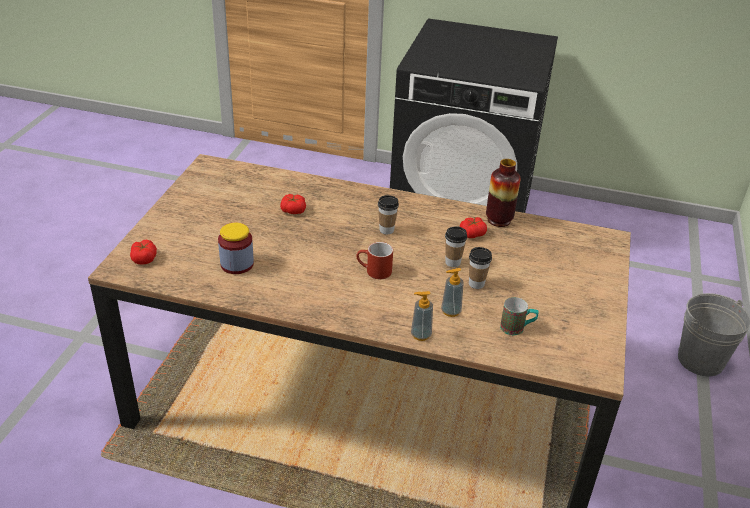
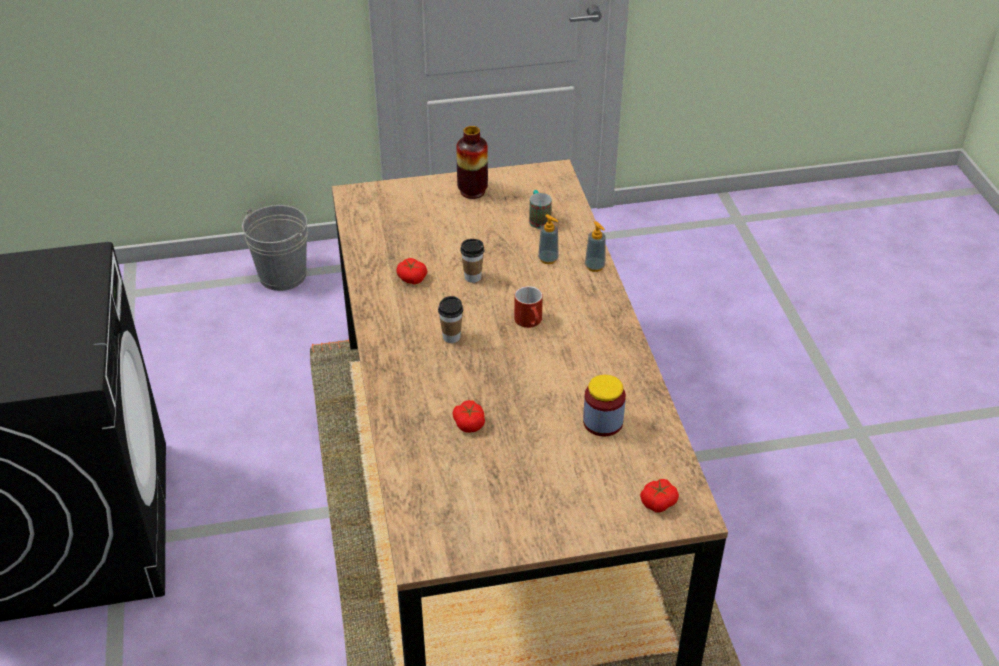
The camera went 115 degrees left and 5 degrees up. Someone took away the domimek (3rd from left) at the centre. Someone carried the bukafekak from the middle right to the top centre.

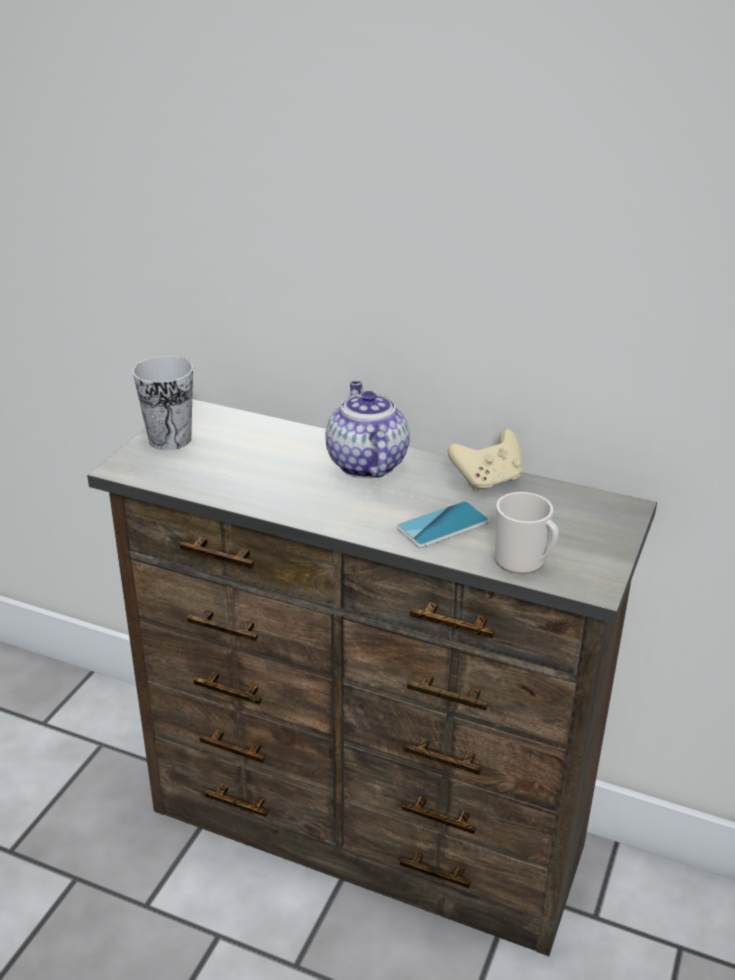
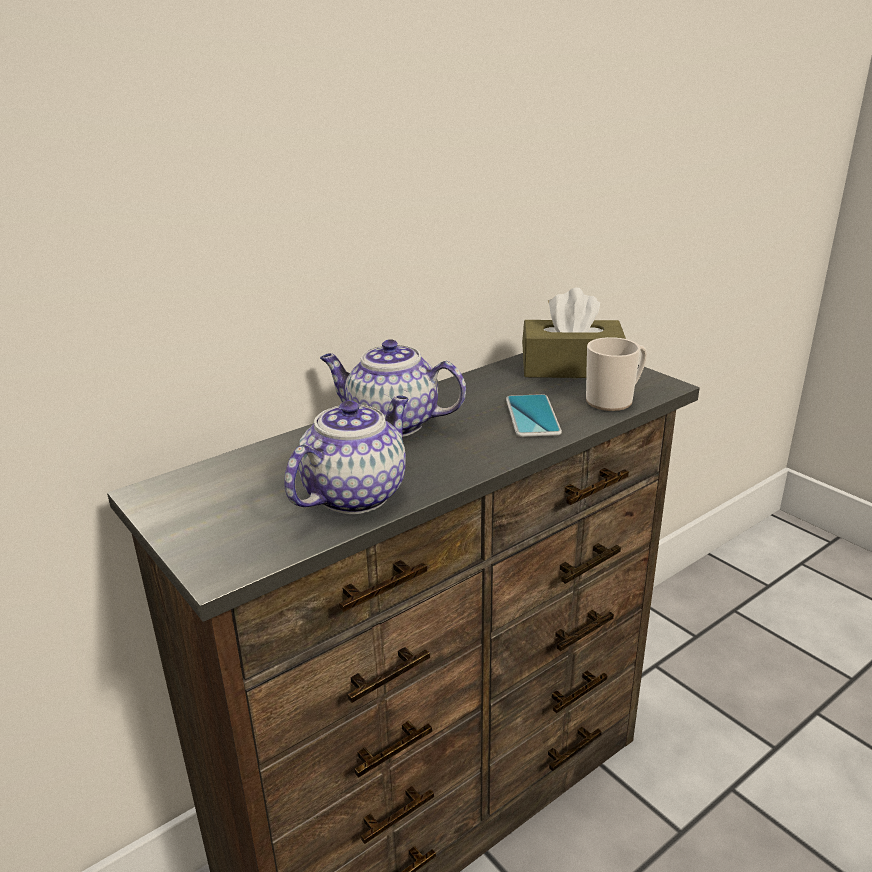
The camera went 60 degrees left and 5 degrees down. Someone took away the domimek at the middle left. Someone took away the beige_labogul at the centre. Someone put down the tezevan (1st from left) at the centre. Someone put down the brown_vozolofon at the centre.

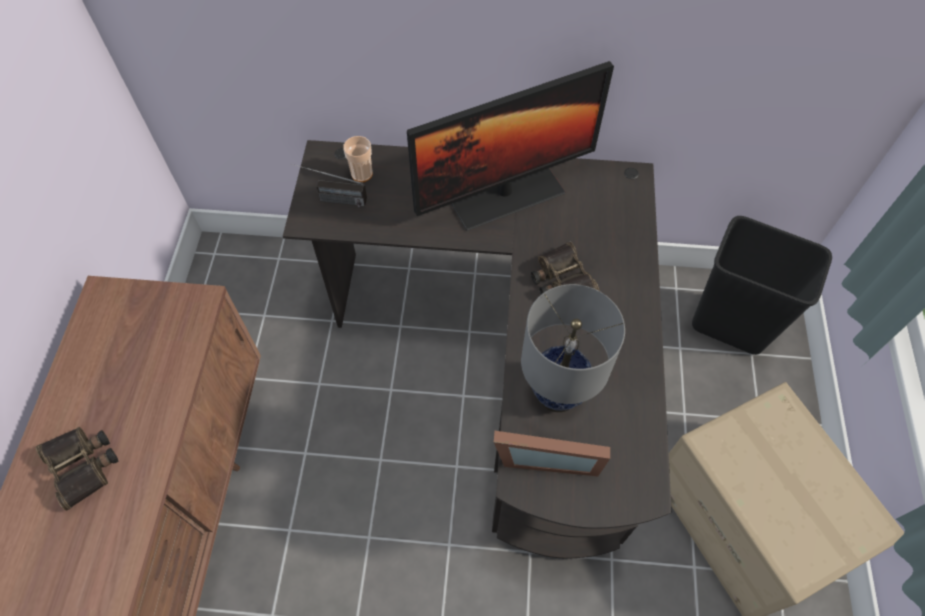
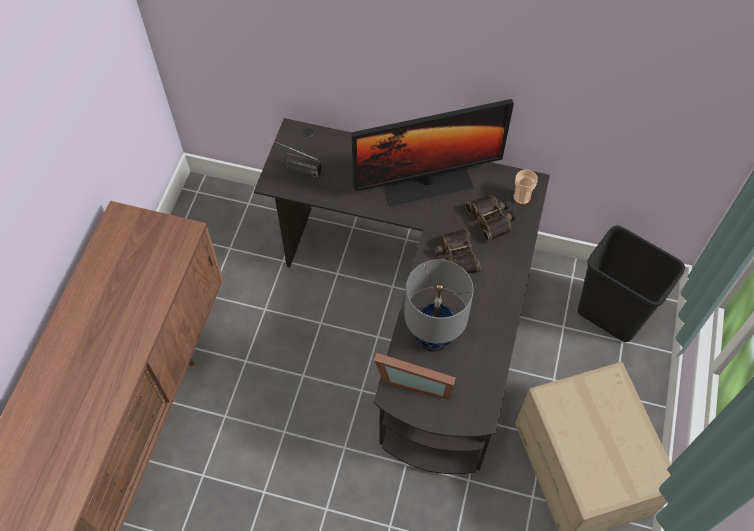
The camera went 10 degrees right and 0 degrees up. Someone carried the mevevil (1st from left in the first image) from the bottom left to the centre. Someone carried the domimek from the top centre to the middle right.

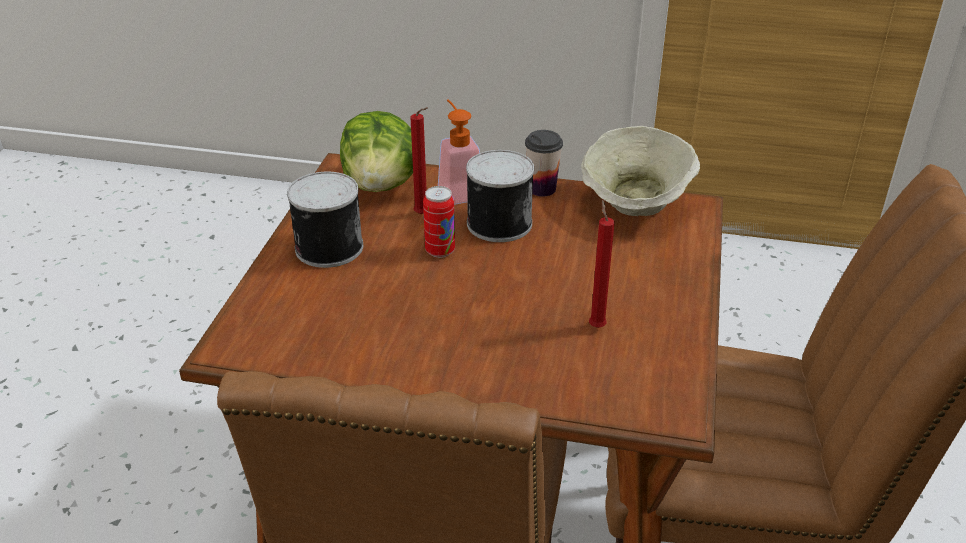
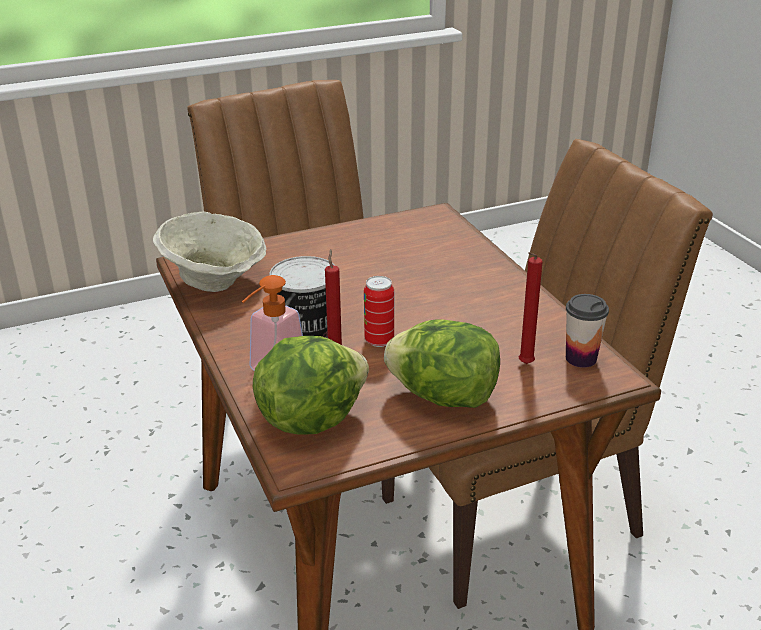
The camera went 125 degrees left and 5 degrees down. Someone swapped the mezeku (1st from left) at the centre for the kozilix (2nd from left) at the centre. Someone carried the domimek from the top centre to the middle right. Someone carried the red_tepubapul (2nd from left) from the centre to the middle right.

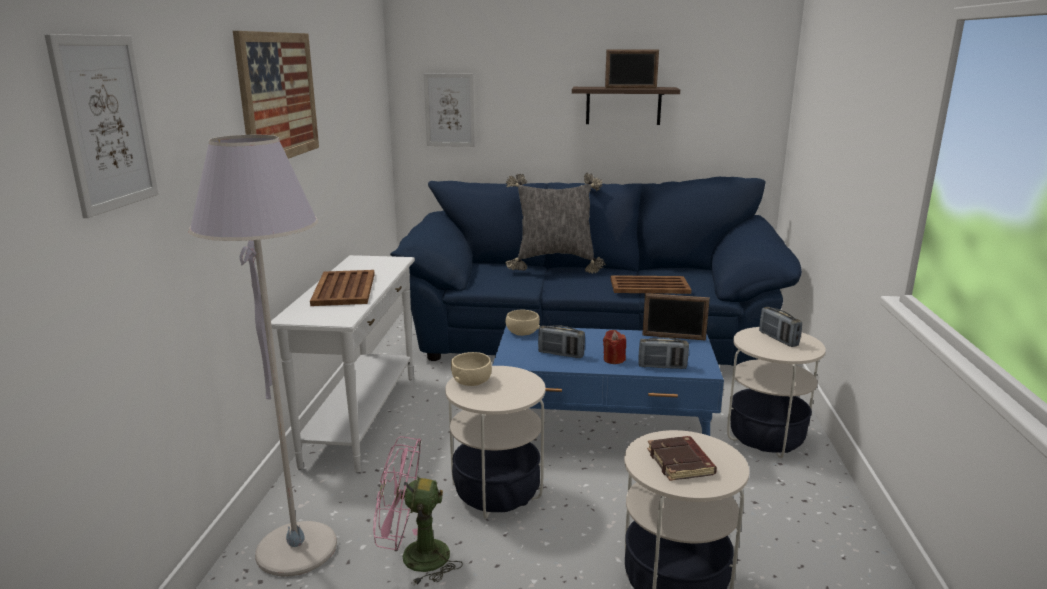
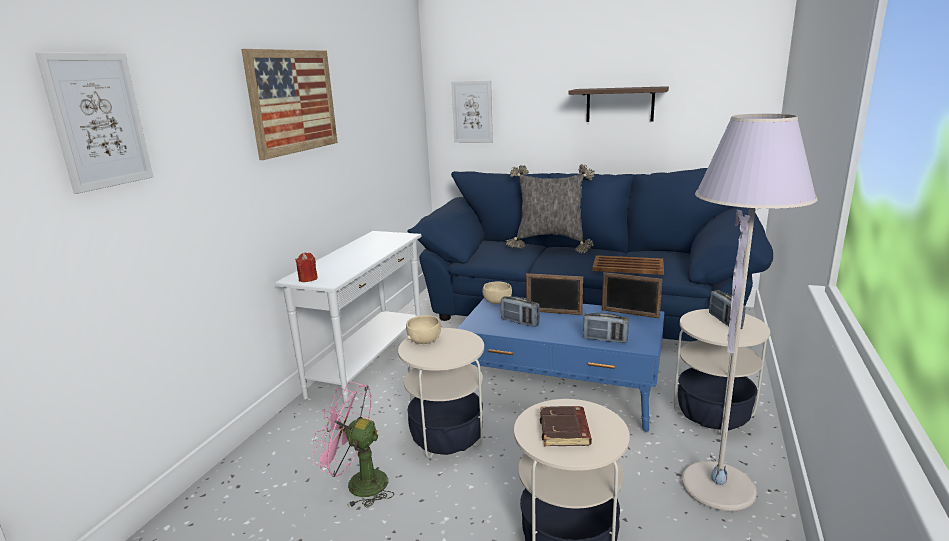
The camera went 15 degrees right and 0 degrees up. Someone carried the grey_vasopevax from the middle left to the middle right. Someone took away the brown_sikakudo (1st from left) at the middle left. Someone carried the red_tepubapul from the centre to the middle left. Someone carried the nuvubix (1st from left) from the top centre to the centre.

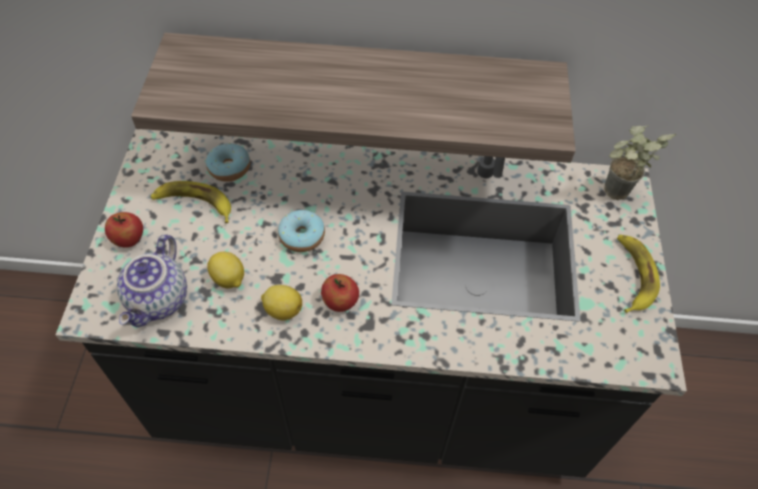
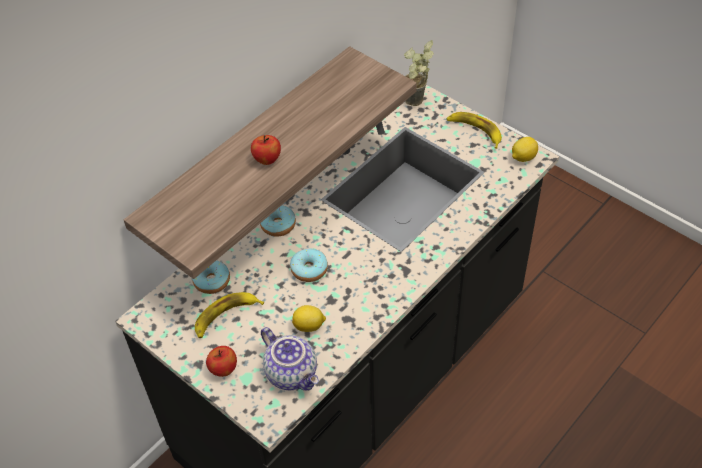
The camera went 50 degrees left and 5 degrees down. Someone carried the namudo (2nd from left) from the centre to the top right. Someone carried the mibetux (2nd from left) from the centre to the top centre. Someone put down the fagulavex (2nd from left) at the centre.

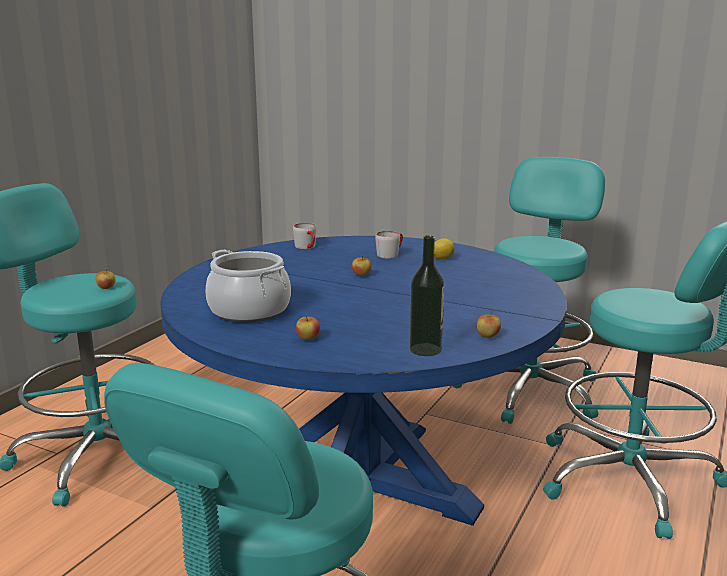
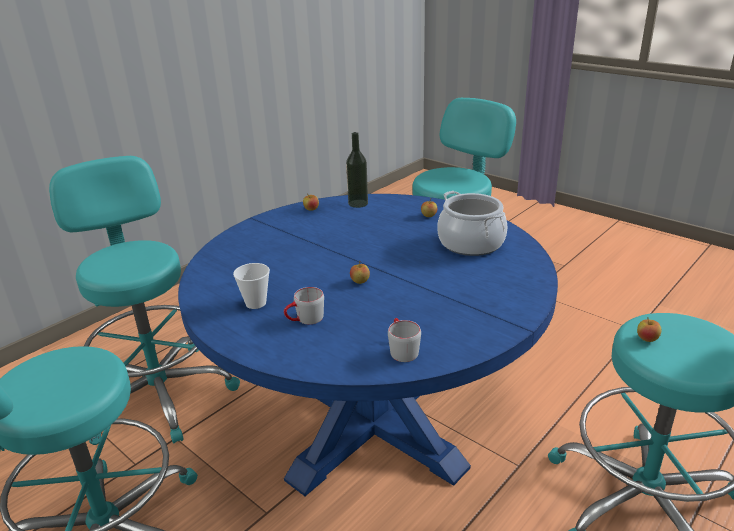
The camera went 165 degrees left and 10 degrees up. Someone swapped the namudo at the centre for the domimek at the centre.

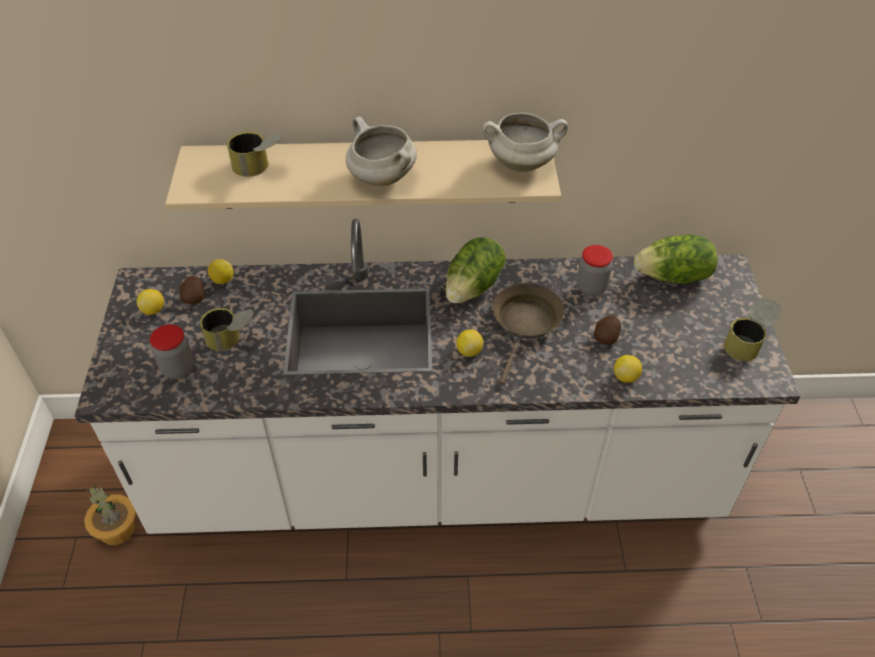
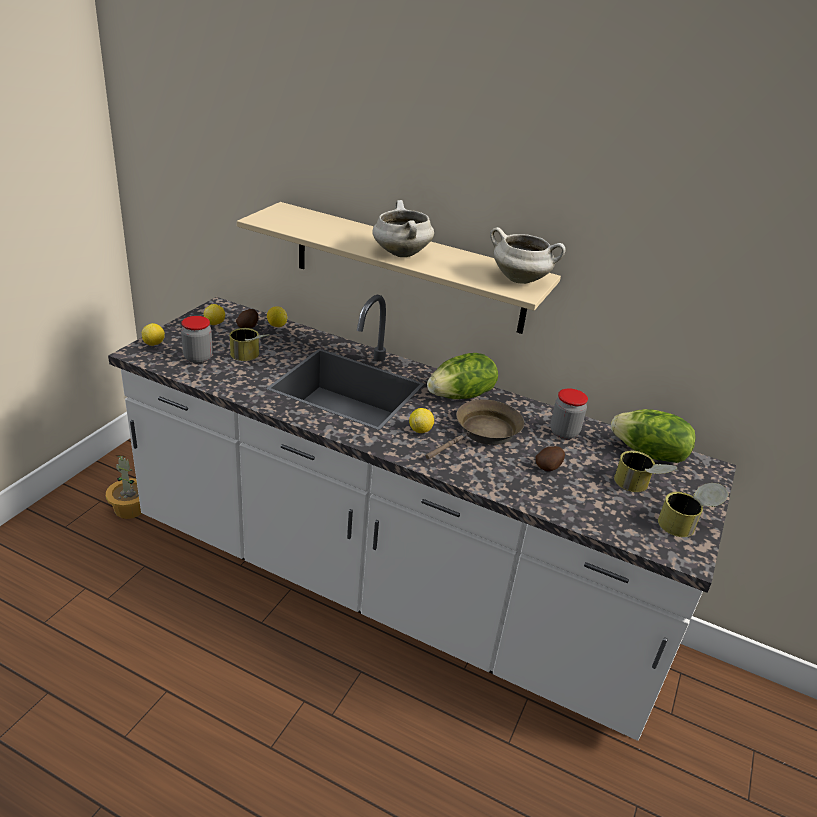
The camera went 25 degrees right and 15 degrees down. Someone carried the mezeku (2nd from left) from the top left to the middle right. Someone carried the namudo (4th from left in the first image) from the middle right to the middle left.

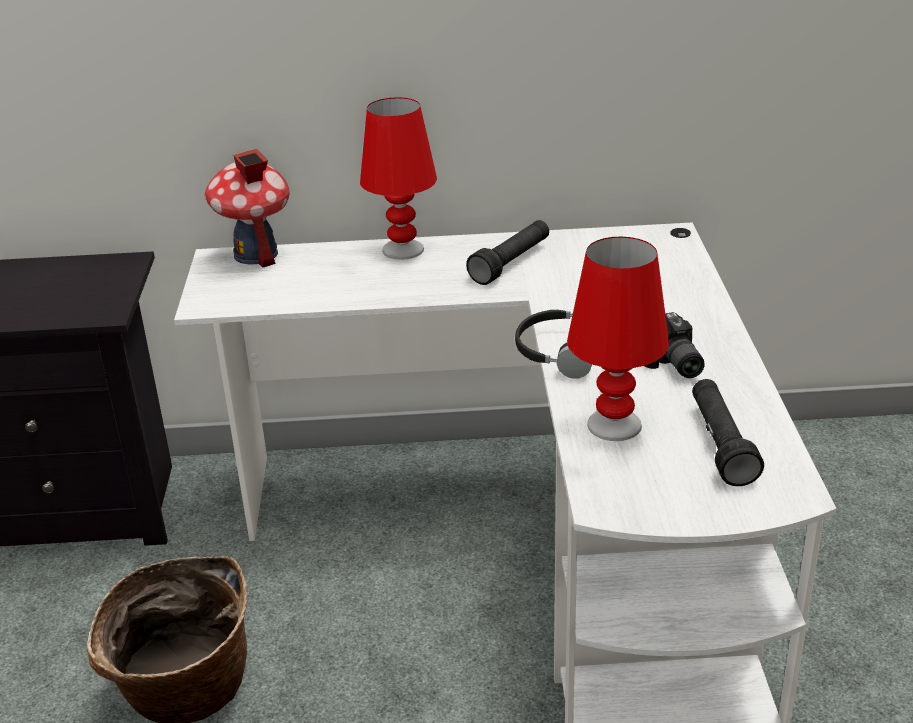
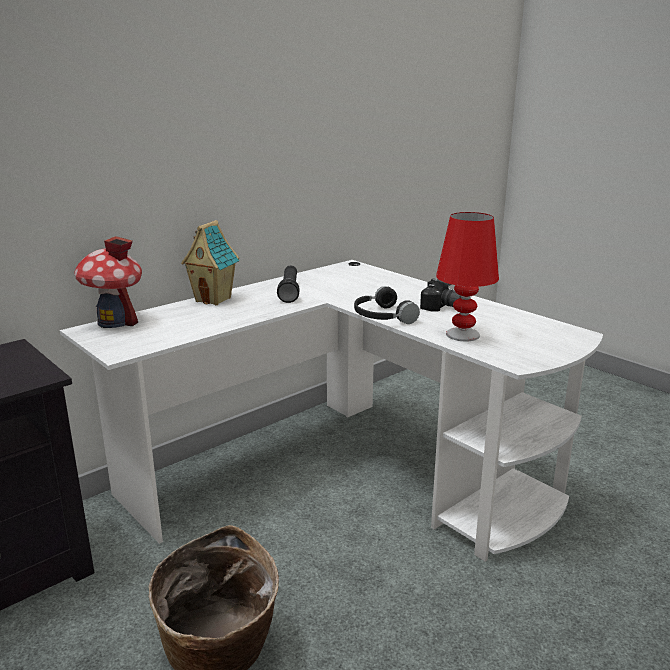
The camera went 40 degrees left and 10 degrees down. Someone swapped the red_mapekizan (1st from left) at the top centre for the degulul (2nd from left) at the middle left. Someone took away the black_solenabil (2nd from left) at the middle right.

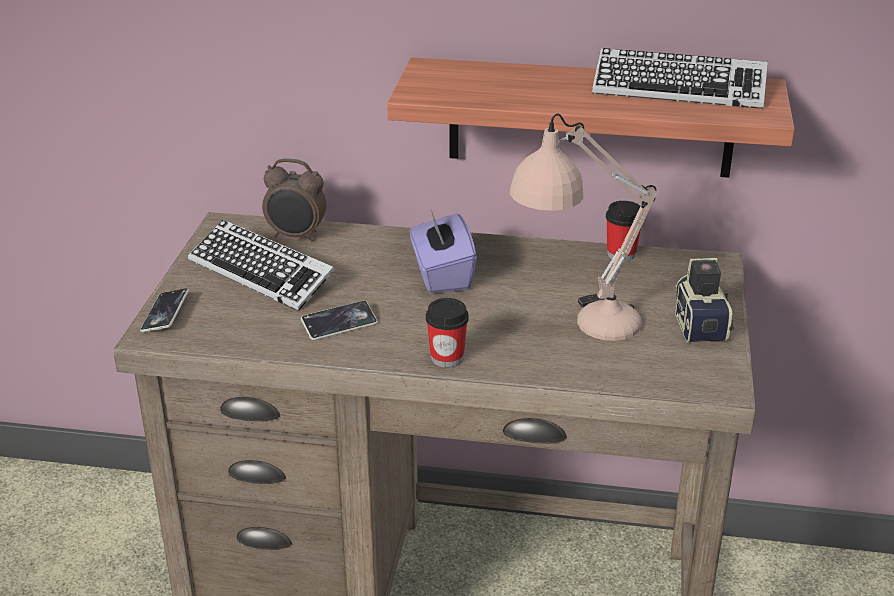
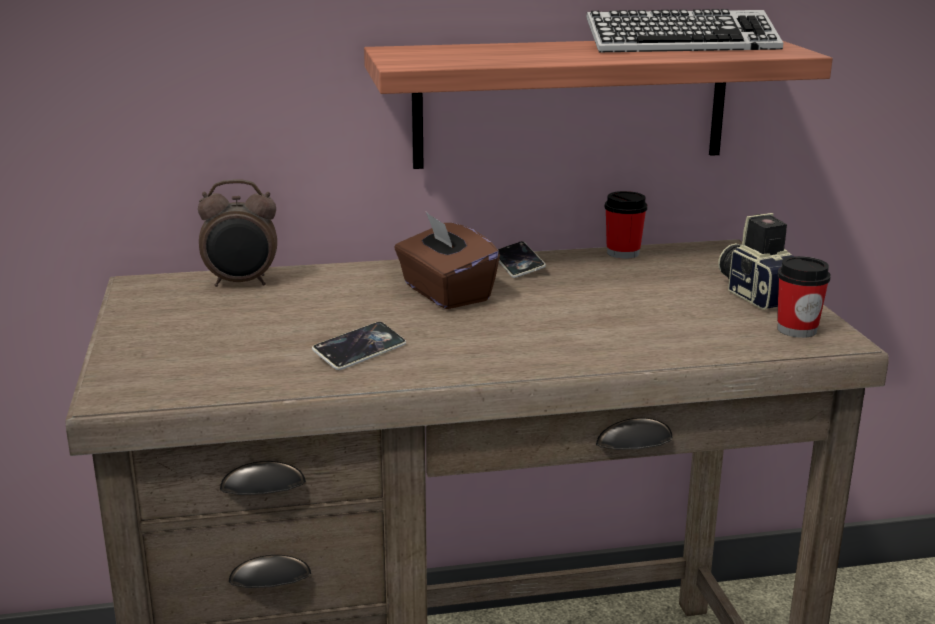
The camera went 20 degrees left and 10 degrees down. Someone carried the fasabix (1st from left in the first image) from the middle left to the centre. Someone took away the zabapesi (1st from left) at the middle left. Someone repainted the purple_vozolofon at the centre, which became the brown_vozolofon at the centre. Someone carried the domimek (1st from left in the first image) from the centre to the middle right. Someone took away the beige_mapekizan at the centre.

